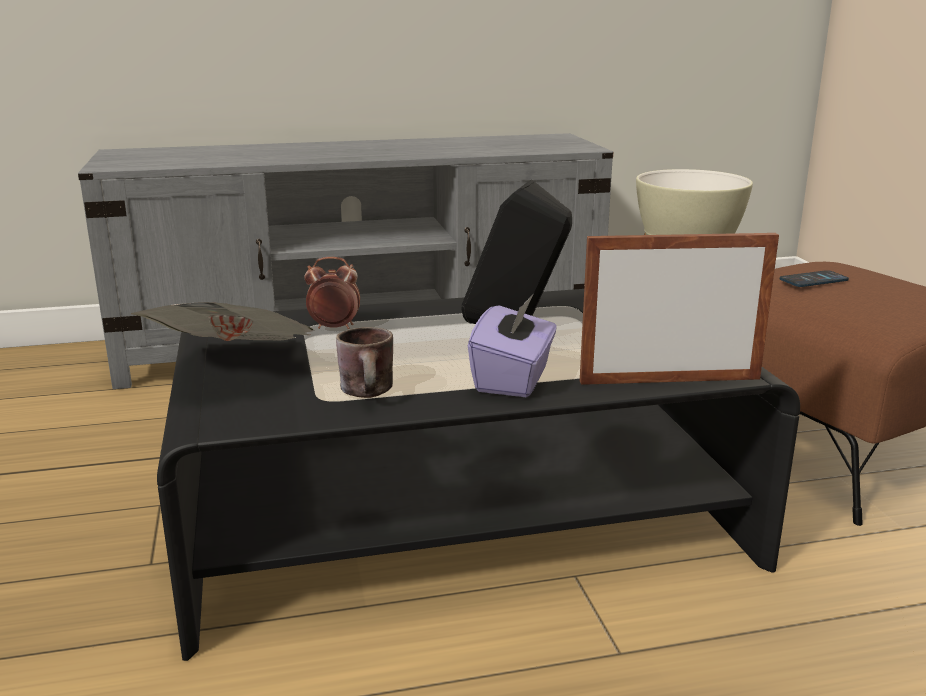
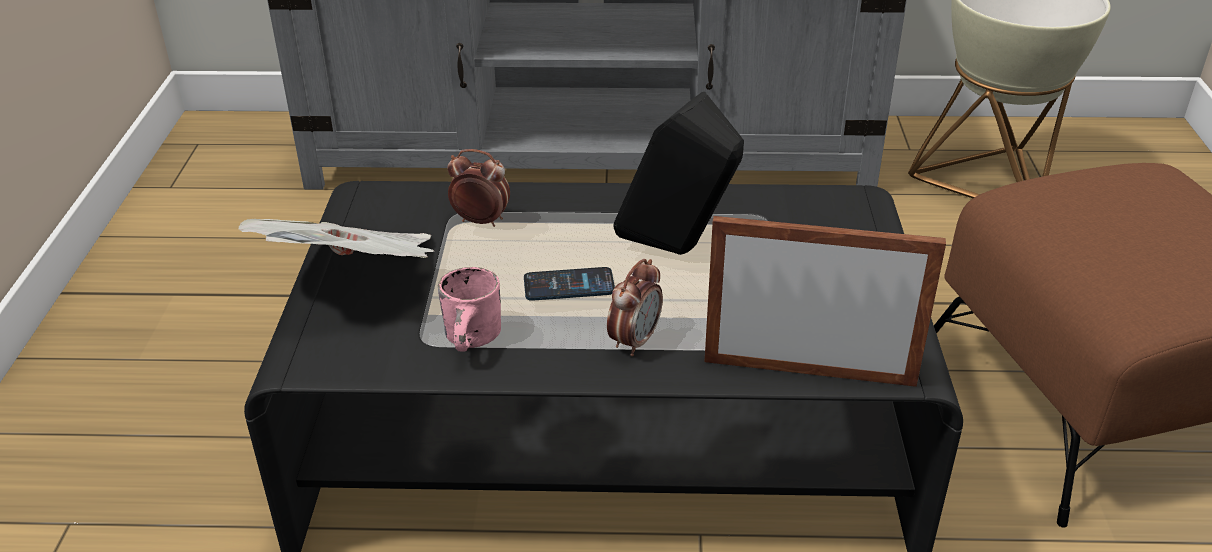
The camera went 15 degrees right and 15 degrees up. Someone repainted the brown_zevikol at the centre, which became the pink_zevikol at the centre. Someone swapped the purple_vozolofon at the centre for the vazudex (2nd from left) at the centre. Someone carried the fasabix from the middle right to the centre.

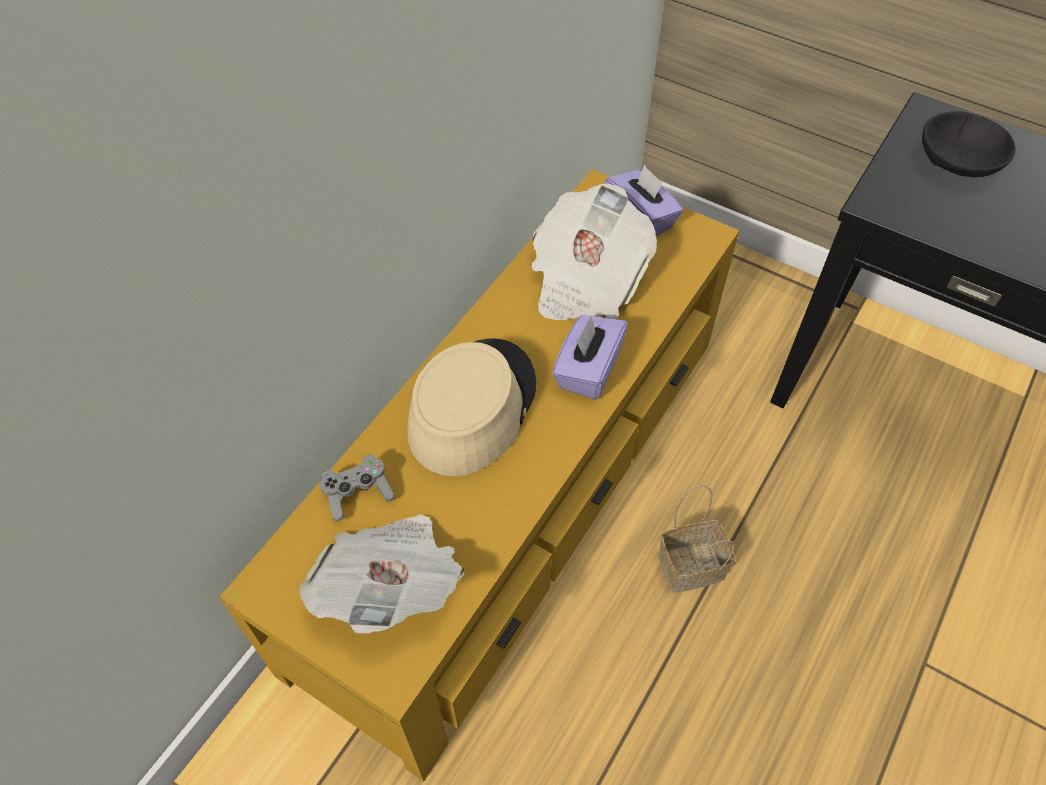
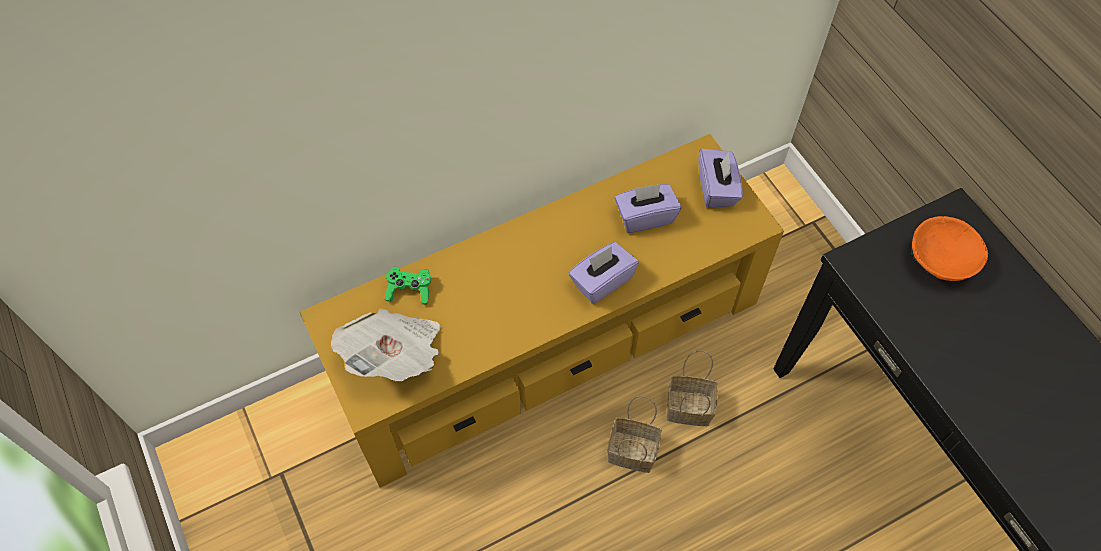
The camera went 30 degrees right and 5 degrees up. Someone repainted the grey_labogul at the centre, which became the green_labogul at the centre. Someone took away the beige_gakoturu at the centre. Someone swapped the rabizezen (2nd from left) at the top centre for the purple_vozolofon (2nd from left) at the centre. Someone repainted the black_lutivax at the top right, which became the orange_lutivax at the middle right. Someone put down the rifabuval (2nd from left) at the bottom centre.

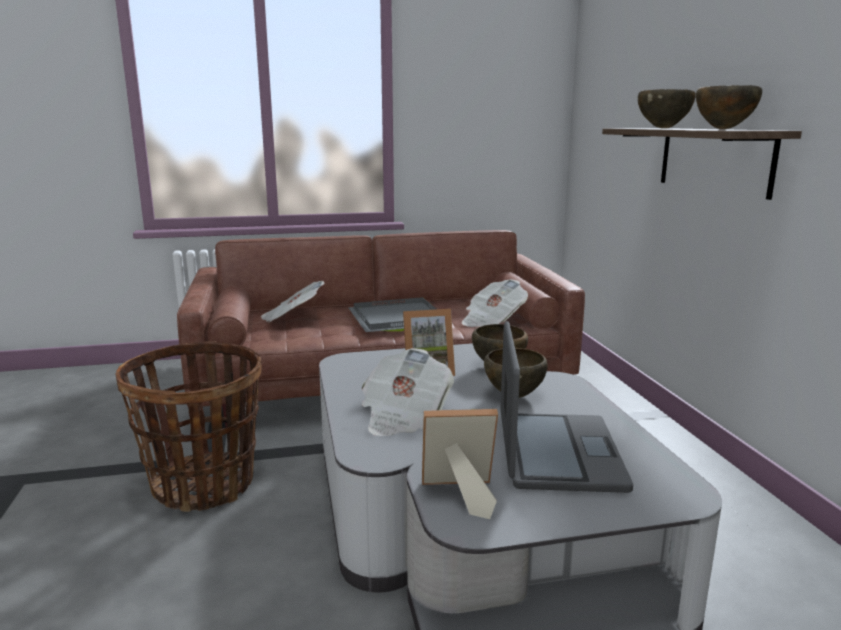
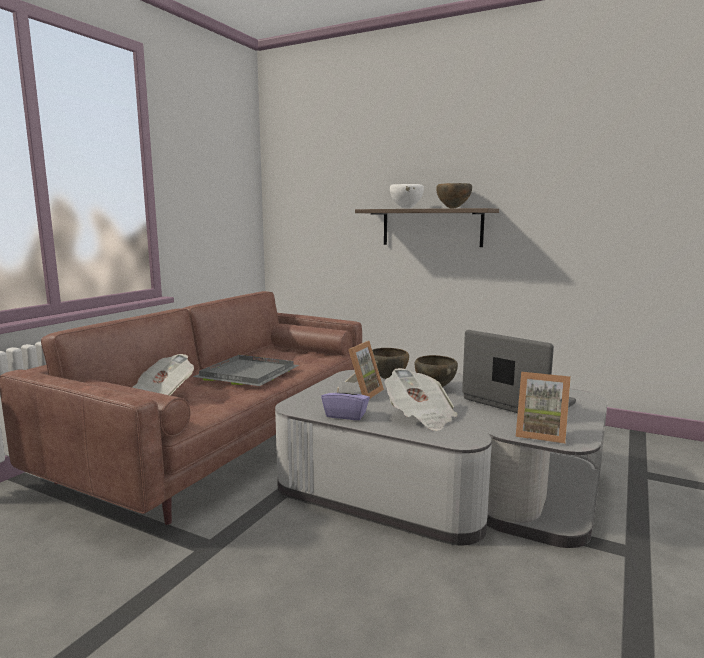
The camera went 50 degrees left and 5 degrees down. Someone took away the rifabuval at the bottom left. Someone rotated the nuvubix (2nd from left) at the bottom centre by 105 degrees counterclockwise. Someone took away the rabizezen (3rd from left) at the centre. Someone repainted the brown_lutivax (3rd from left) at the top right, which became the white_lutivax at the top centre. Someone put down the purple_vozolofon at the centre.

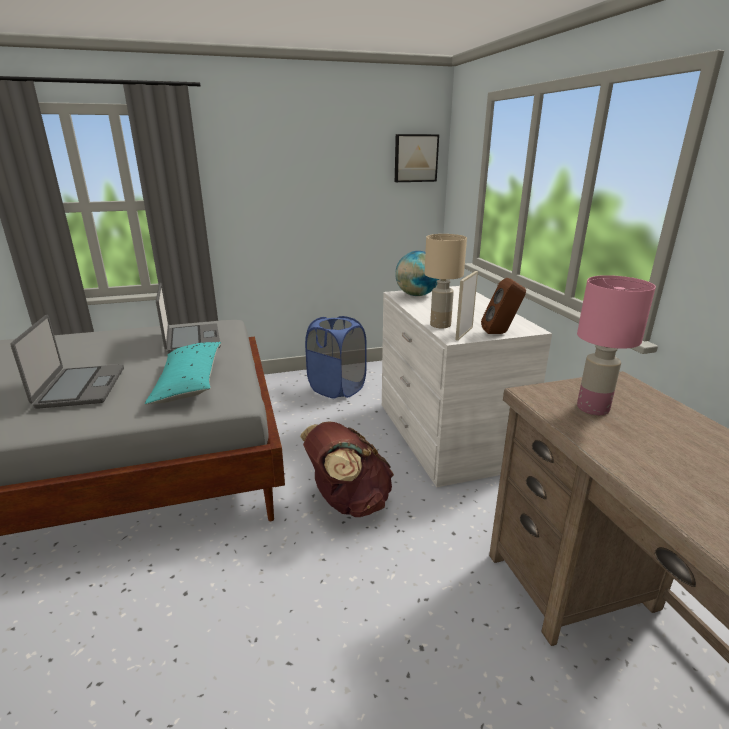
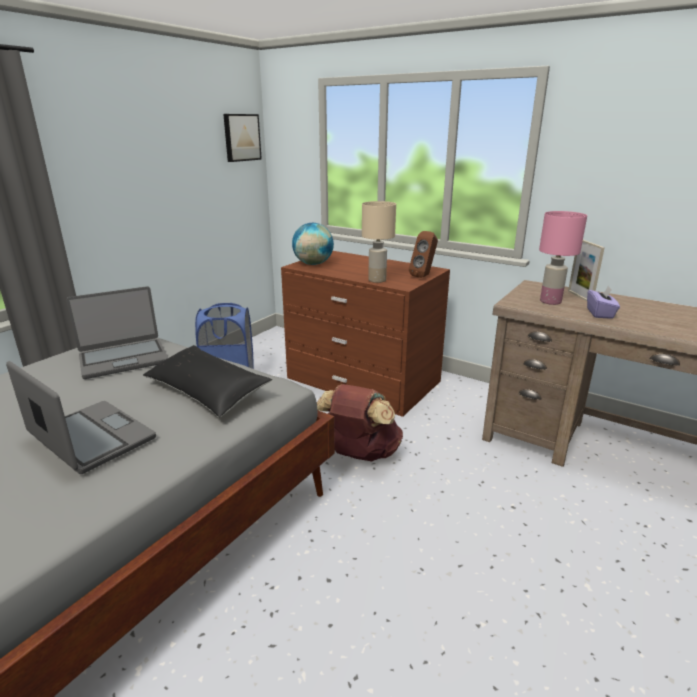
The camera went 40 degrees left and 0 degrees up. Someone repainted the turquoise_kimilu at the middle left, which became the black_kimilu at the middle left. Someone rotated the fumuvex (2nd from left) at the middle left by 120 degrees clockwise. Someone repainted the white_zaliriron at the centre, which became the brown_zaliriron at the centre. Someone carried the nuvubix from the centre to the middle right. Someone put down the purple_vozolofon at the middle right.

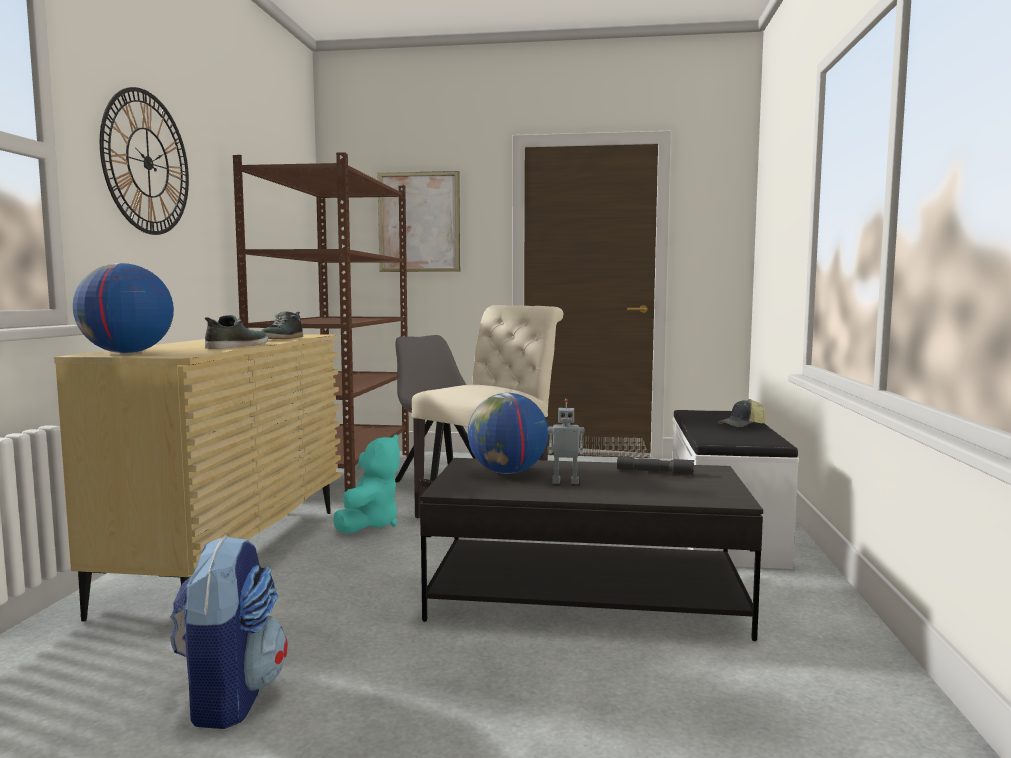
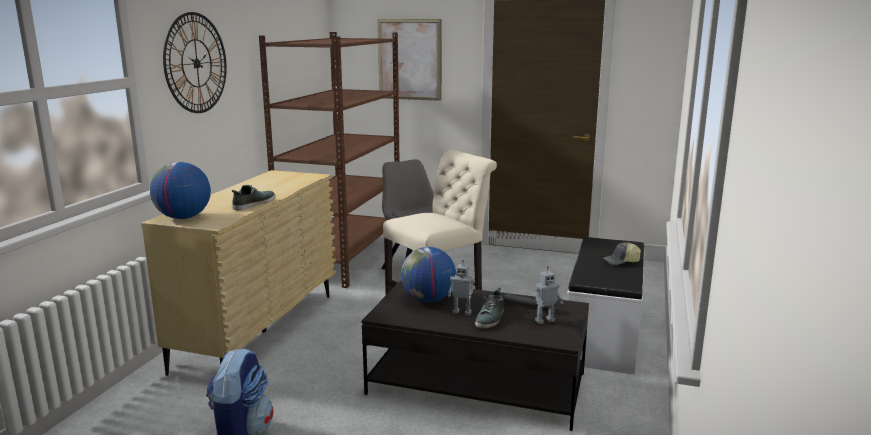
The camera went 10 degrees right and 10 degrees up. Someone carried the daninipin (2nd from left) from the middle left to the bottom centre. Someone took away the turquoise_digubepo at the centre. Someone put down the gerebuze (2nd from left) at the bottom centre.

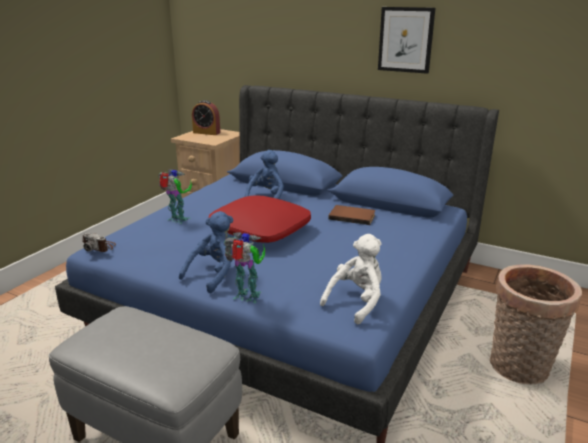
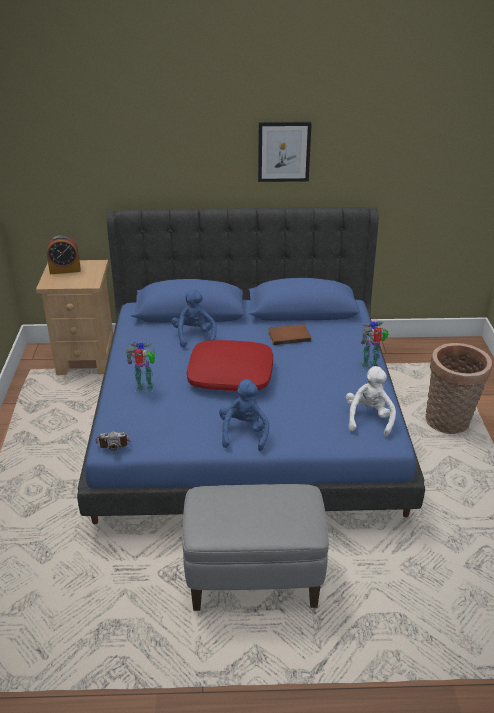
The camera went 30 degrees left and 10 degrees up. Someone carried the gerebuze (2nd from left) from the centre to the middle right.

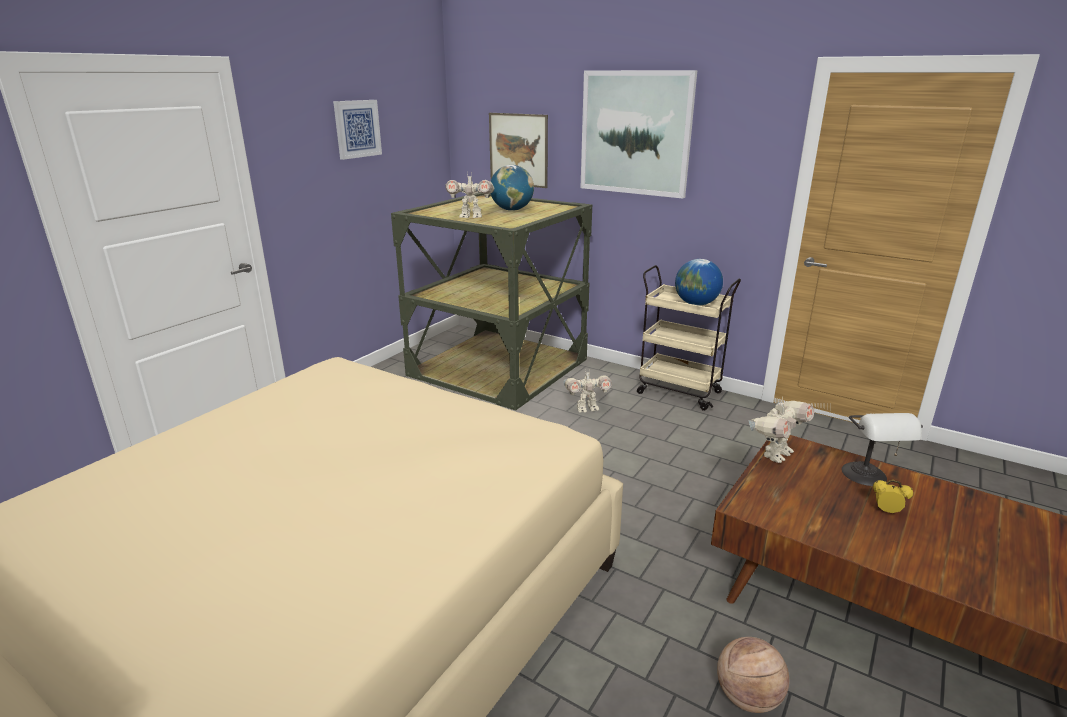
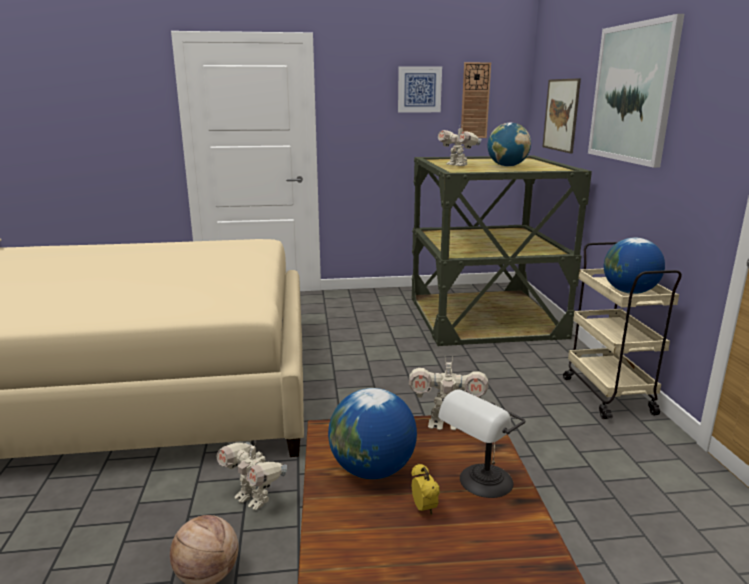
The camera went 50 degrees right and 5 degrees down. Someone carried the gerebuze (2nd from left in the first image) from the centre to the bottom centre. Someone put down the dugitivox (1st from left) at the bottom centre. Someone put up the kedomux at the top centre.

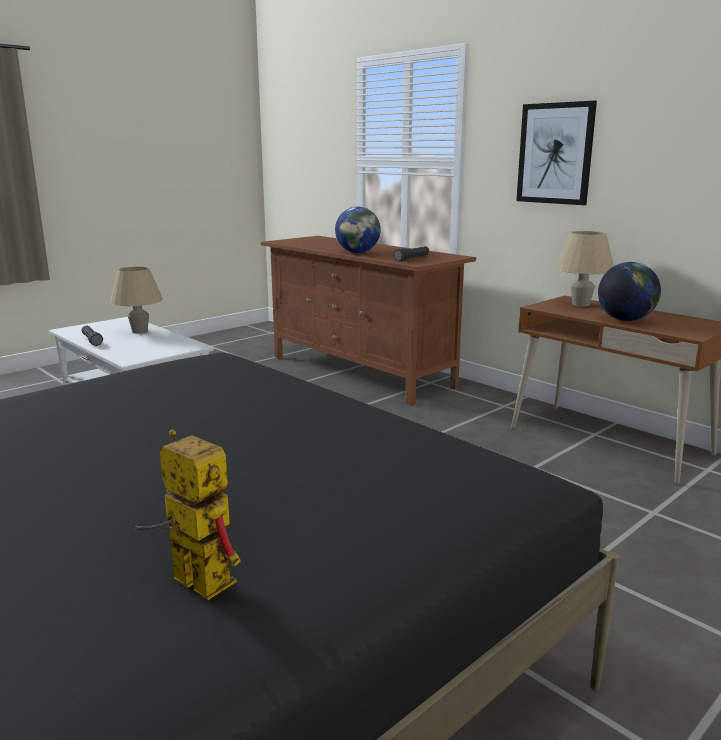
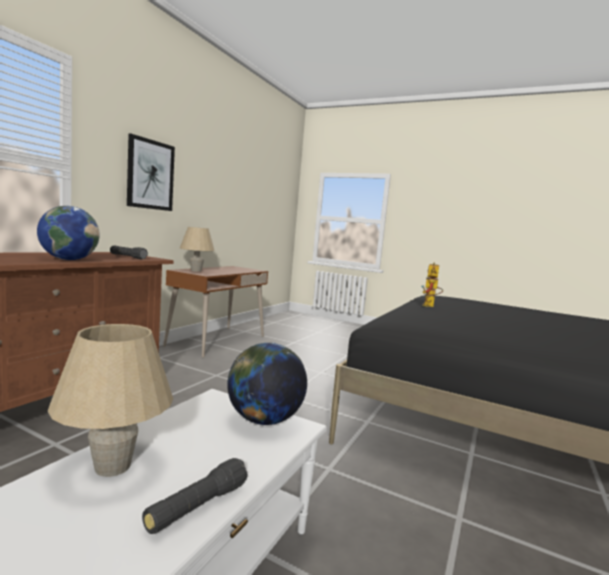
The camera went 110 degrees left and 10 degrees down. Someone carried the gerebuze from the bottom left to the middle right. Someone carried the dugitivox (2nd from left) from the middle right to the centre.

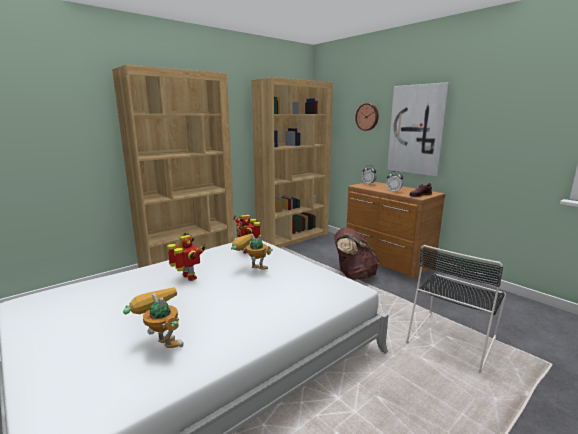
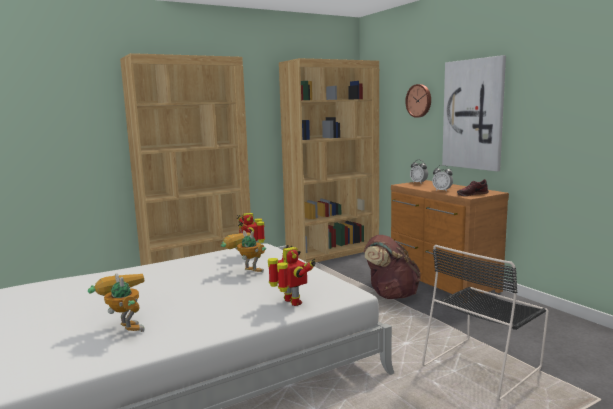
The camera went 10 degrees right and 5 degrees down. Someone carried the gerebuze (2nd from left in the first image) from the middle left to the bottom centre.

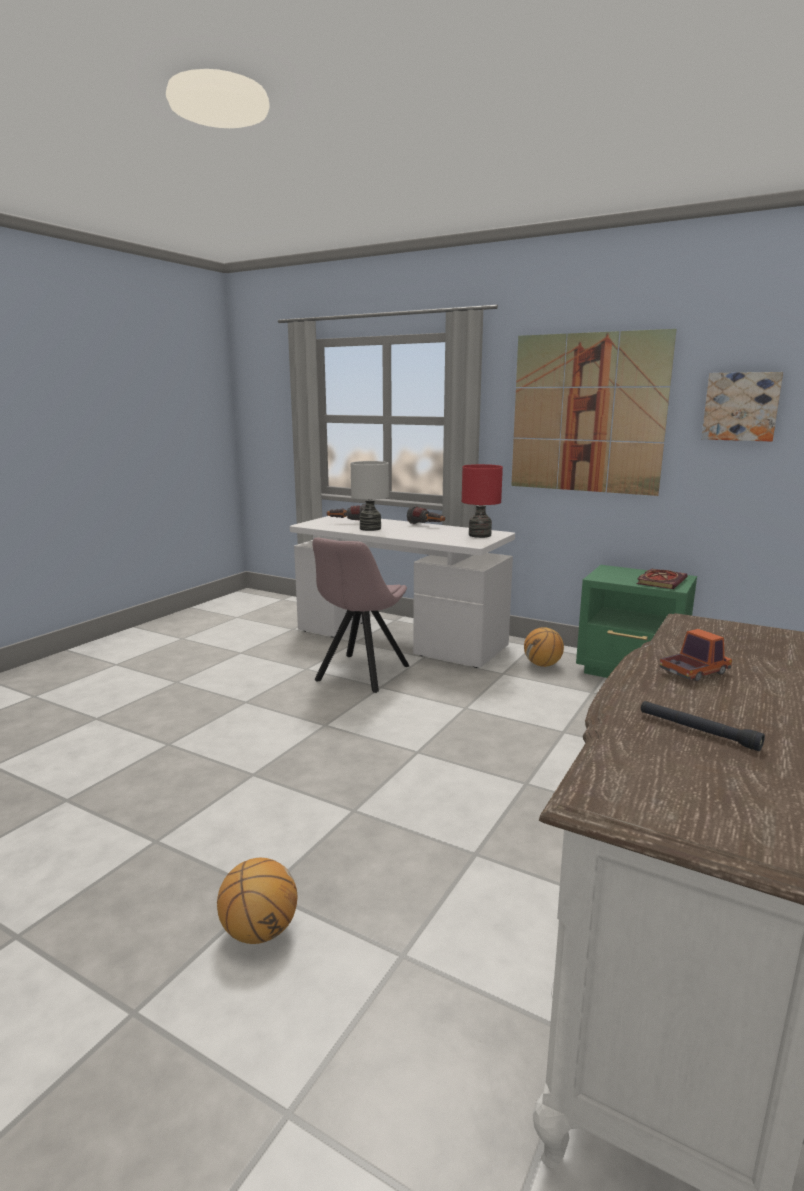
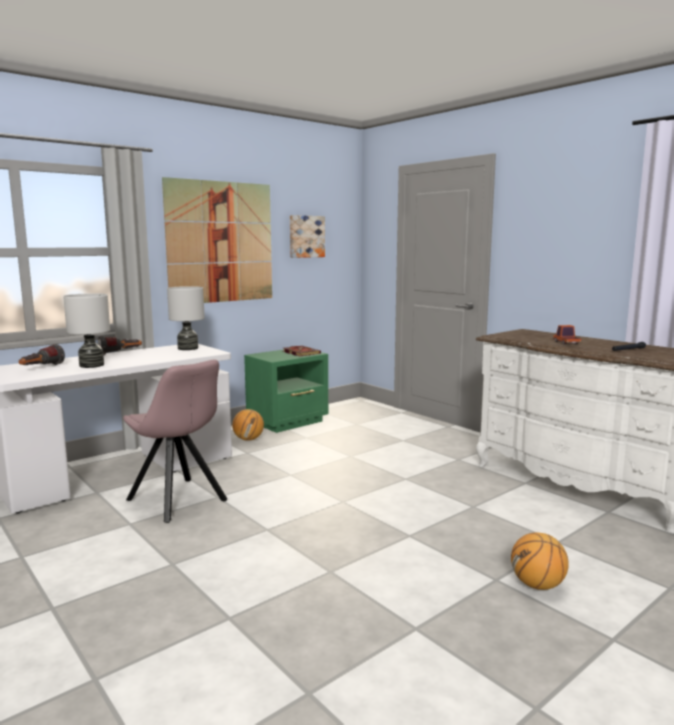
The camera went 70 degrees left and 5 degrees down. Someone repainted the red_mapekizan at the centre, which became the grey_mapekizan (2nd from left) at the middle left.

